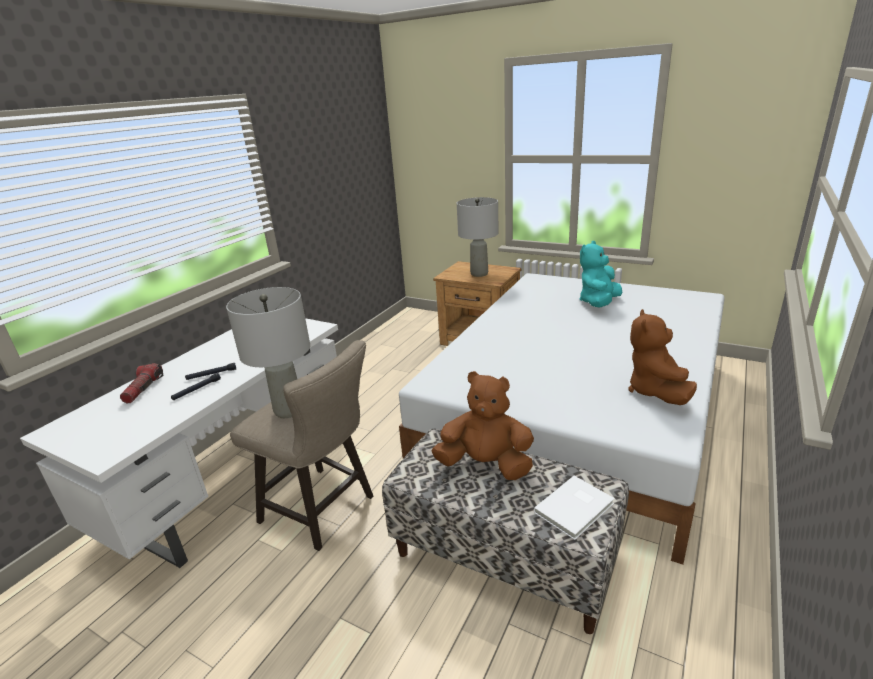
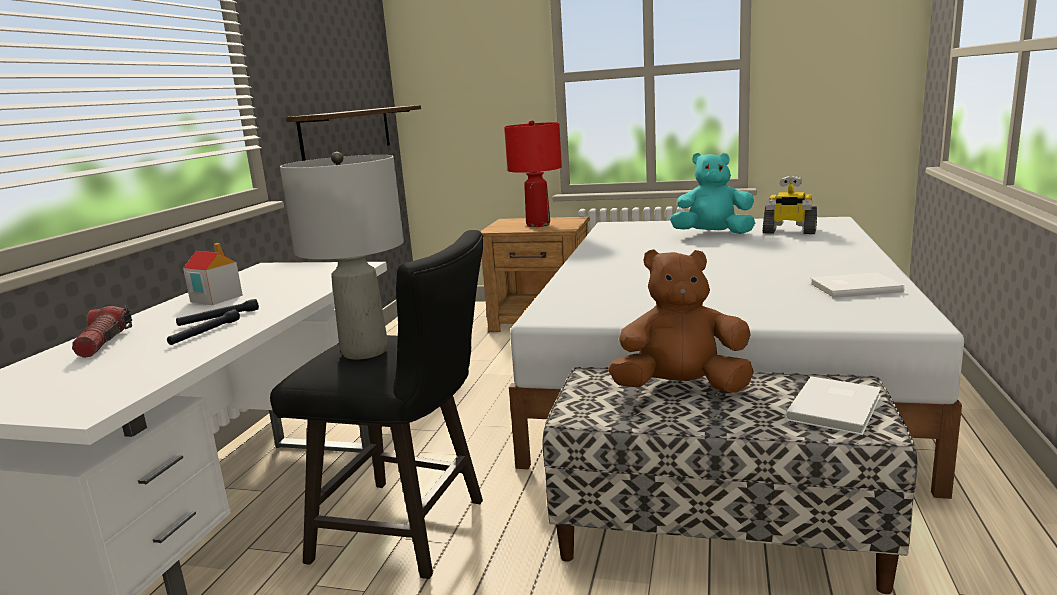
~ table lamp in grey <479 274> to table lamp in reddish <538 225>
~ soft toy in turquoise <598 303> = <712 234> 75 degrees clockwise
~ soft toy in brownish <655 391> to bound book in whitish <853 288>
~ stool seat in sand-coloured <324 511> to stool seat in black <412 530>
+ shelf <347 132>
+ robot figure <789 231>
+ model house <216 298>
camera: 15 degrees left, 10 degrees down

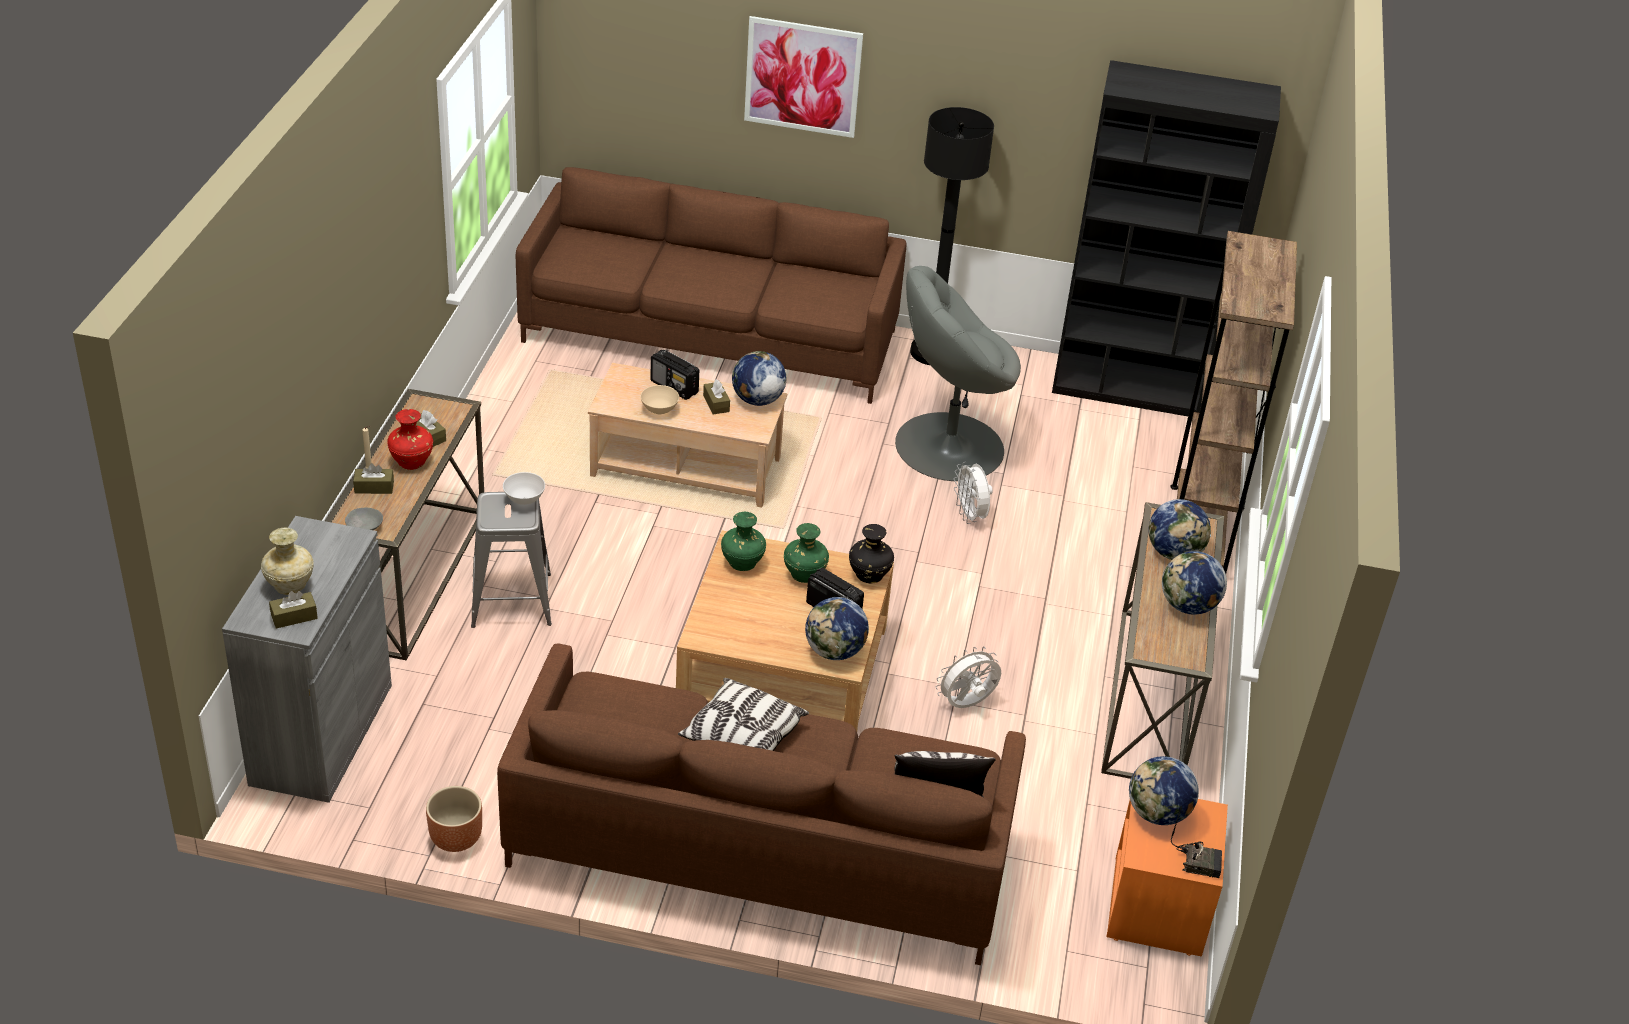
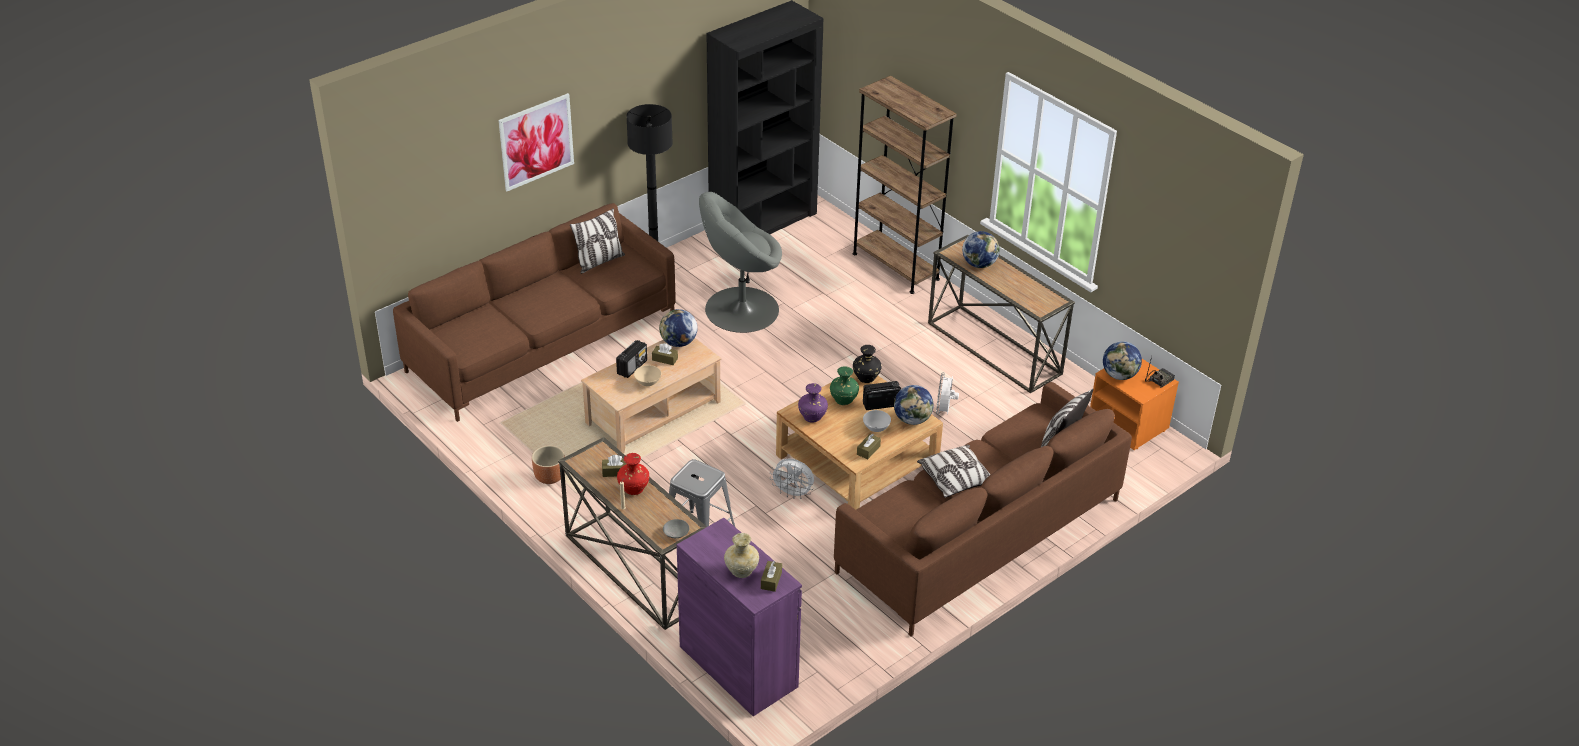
~ lounge chair in grey <947 446> = <740 309> 45 degrees clockwise
~ radio set <674 387> = <632 367> 45 degrees counterclockwise
~ fan in whitish <970 516> to <793 494>
~ tissue holder in brownish <374 487> to <868 450>
~ serving bowl in whitish <524 500> to <876 429>
~ flower vase in green <742 564> to flower vase in purple <813 417>
~ cupboard in grey <321 734> to cupboard in purple <738 666>
- globe <1188 606>
~ plant pot in brownish <455 838> to <549 477>
+ pillow <599 261>
camera: 50 degrees left, 0 degrees up

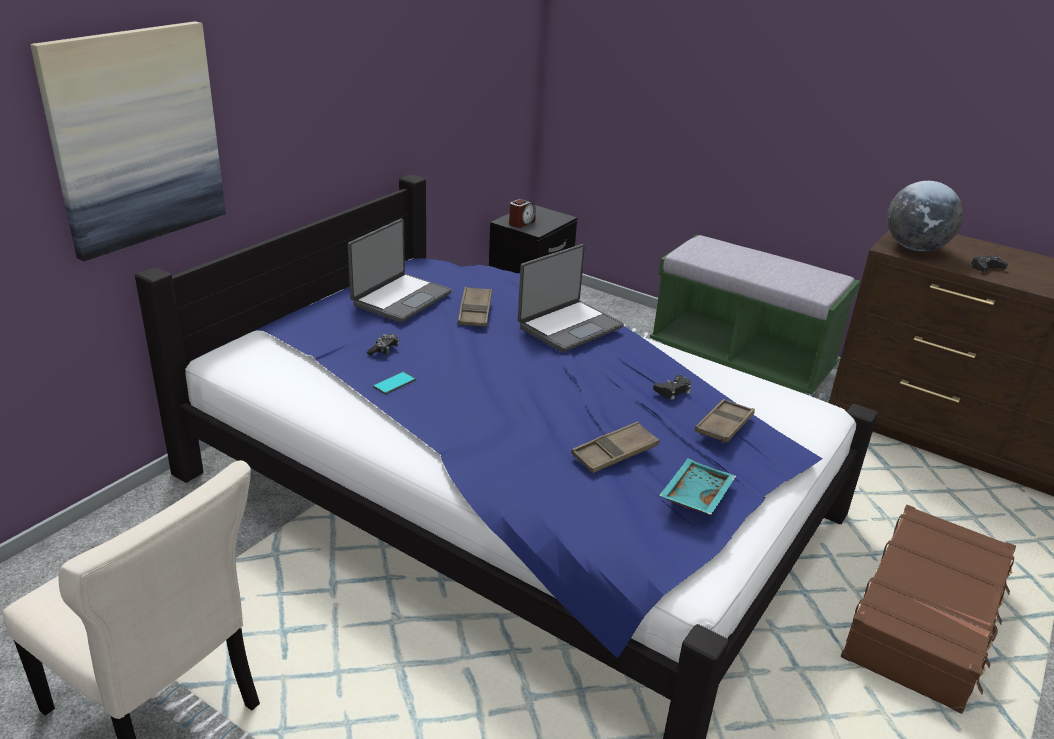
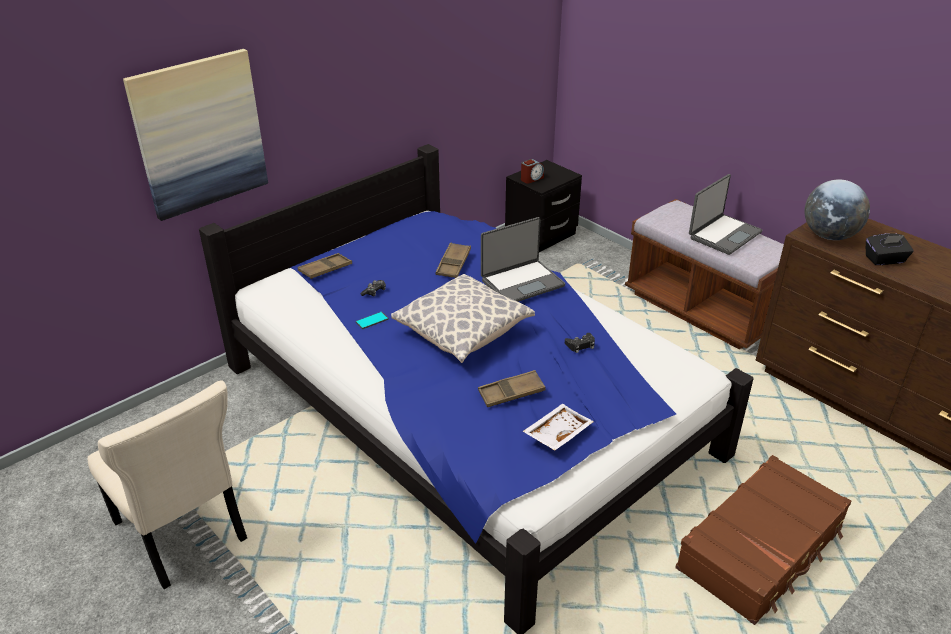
~ portable computer <400 298> to <723 235>
~ bench in green <741 359> to bench in brownish <701 310>
~ gamepad in black <986 268> to tissue holder in black <885 260>
~ carrying tray in brownish <724 426> to <325 269>
~ carrying tray in turquoise <694 495> to carrying tray in whitish <556 433>
+ pillow <463 333>
camera: 15 degrees right, 5 degrees up

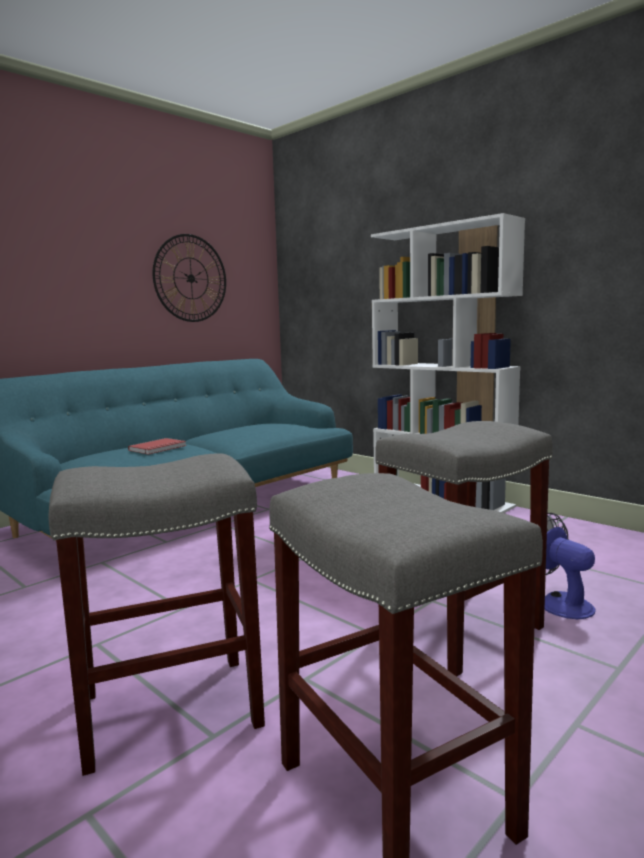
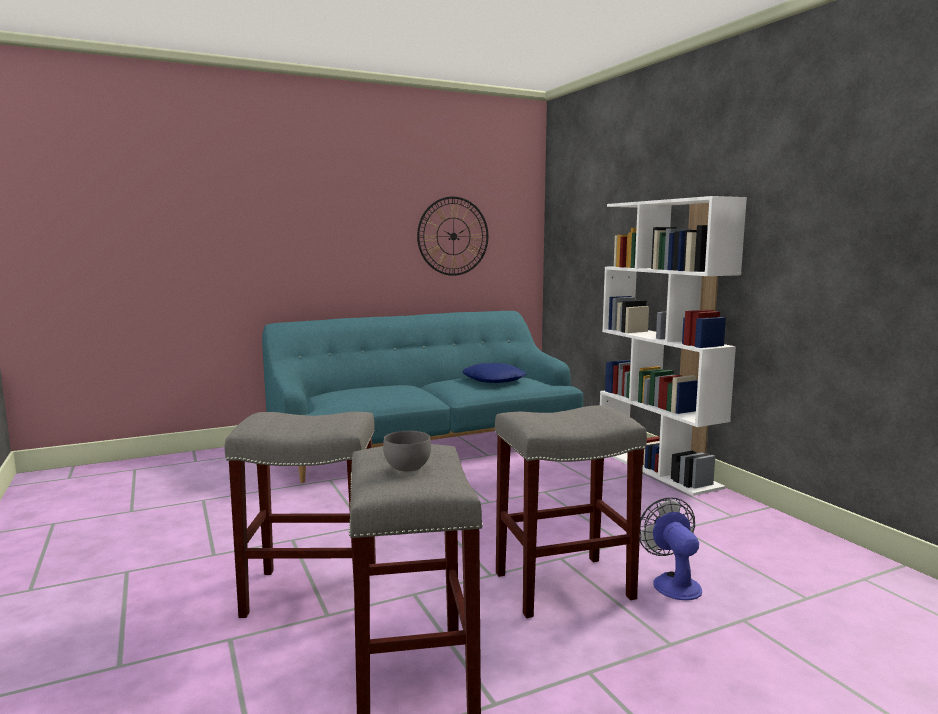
- bound book in reddish <159 448>
+ pillow in blue <494 380>
+ serving bowl in grey <409 468>
camera: 20 degrees right, 0 degrees up

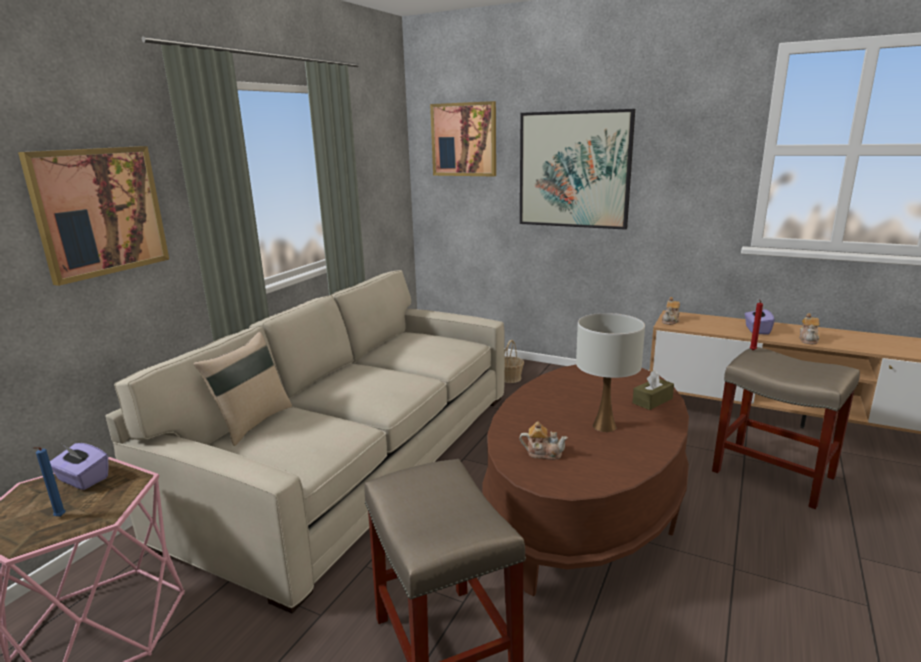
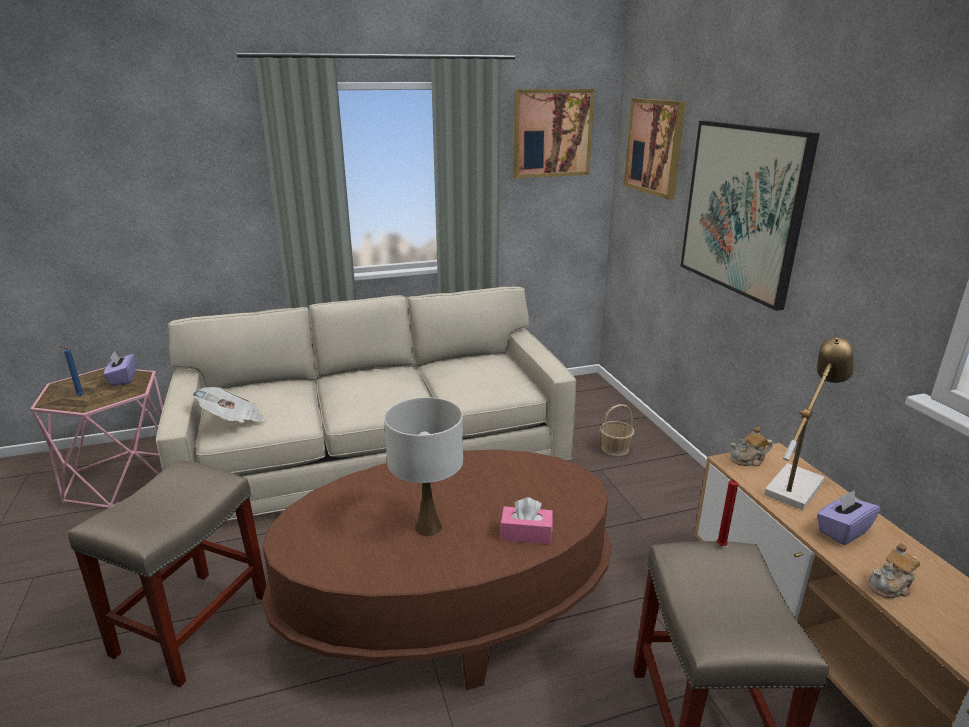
~ wall art <99 211> to <552 133>
- pillow in sand-coloured <252 422>
~ tissue holder in brownish <652 401> to tissue holder in pink-coloured <526 533>
- tea pot <543 453>
+ table lamp <795 484>
+ daily paper <233 420>
camera: 45 degrees right, 5 degrees up

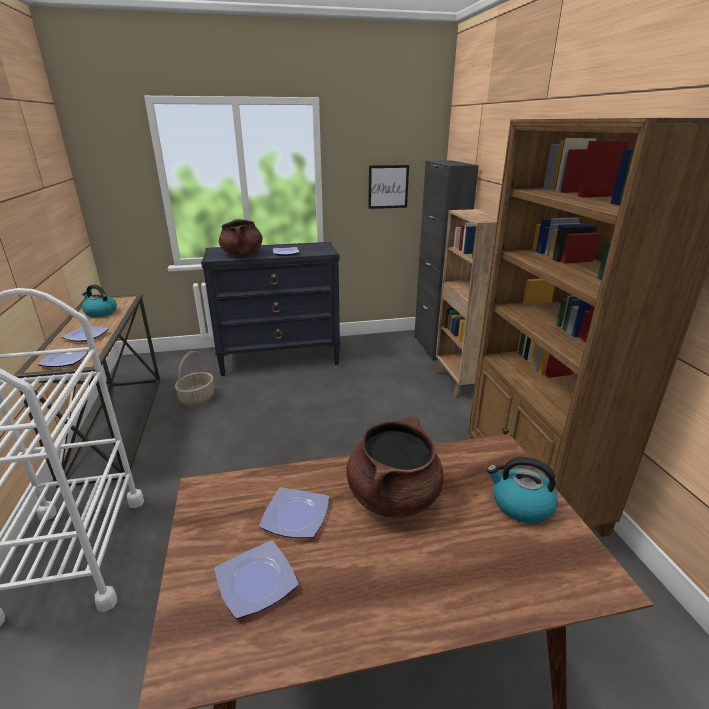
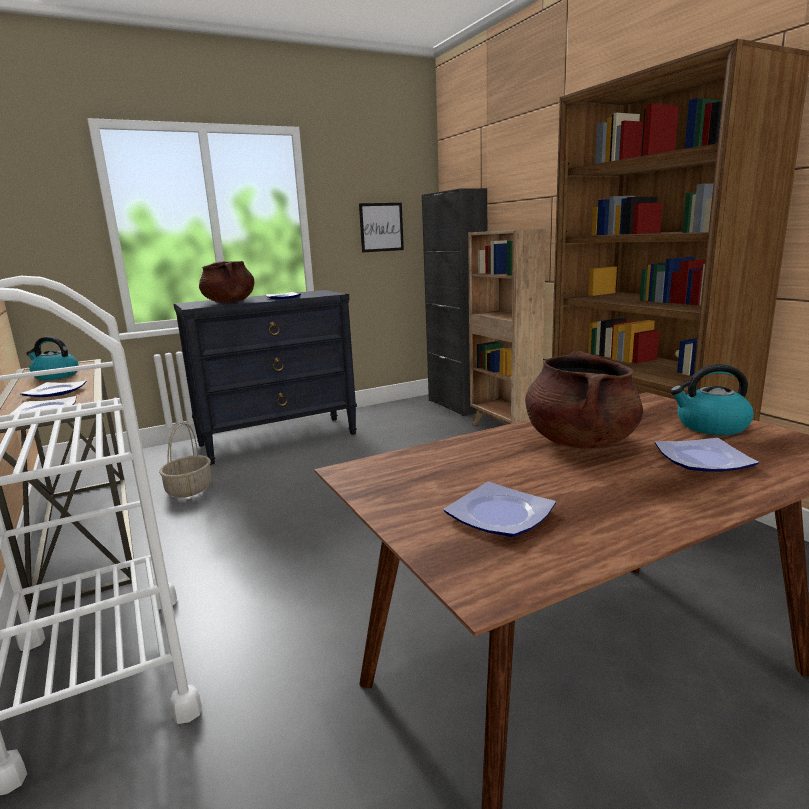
~ flat dish <295 515> to <700 459>
camera: 15 degrees left, 10 degrees down

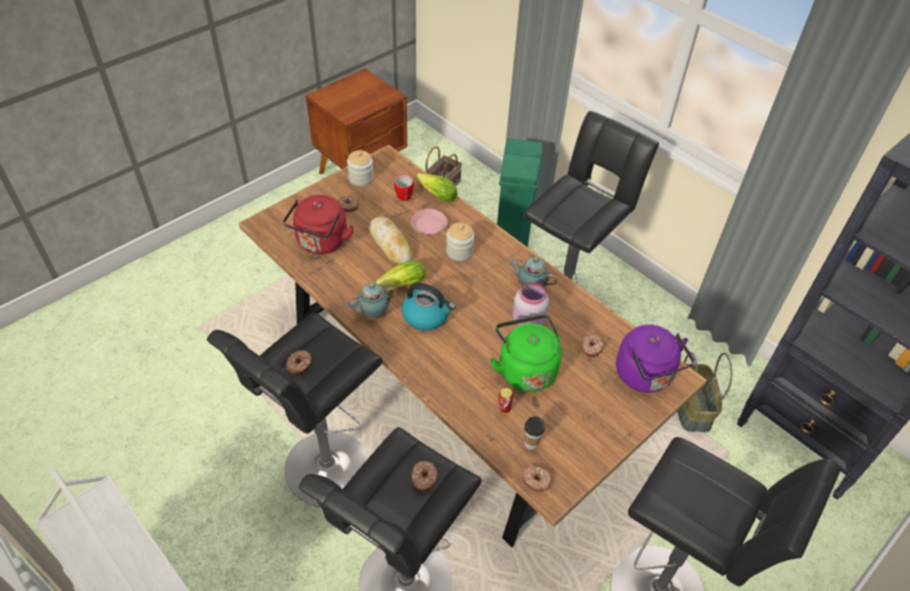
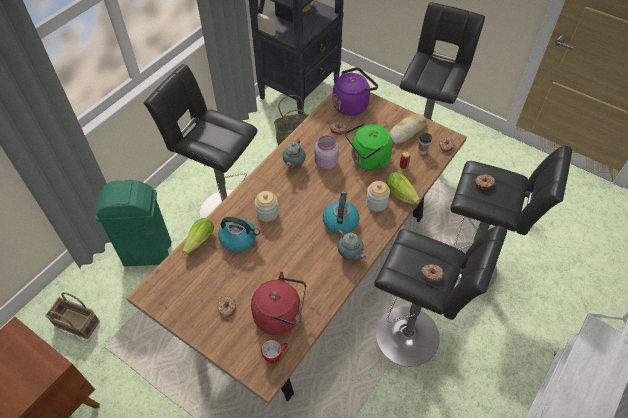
~ jar <361 178> to <376 203>
~ mug <404 198> to <275 355>
~ flat dish in pink-coloured <429 224> to tea kettle <239 239>
~ bread <390 244> to <407 131>
~ head of lettuce <399 285> to <402 195>
camera: 100 degrees left, 5 degrees up

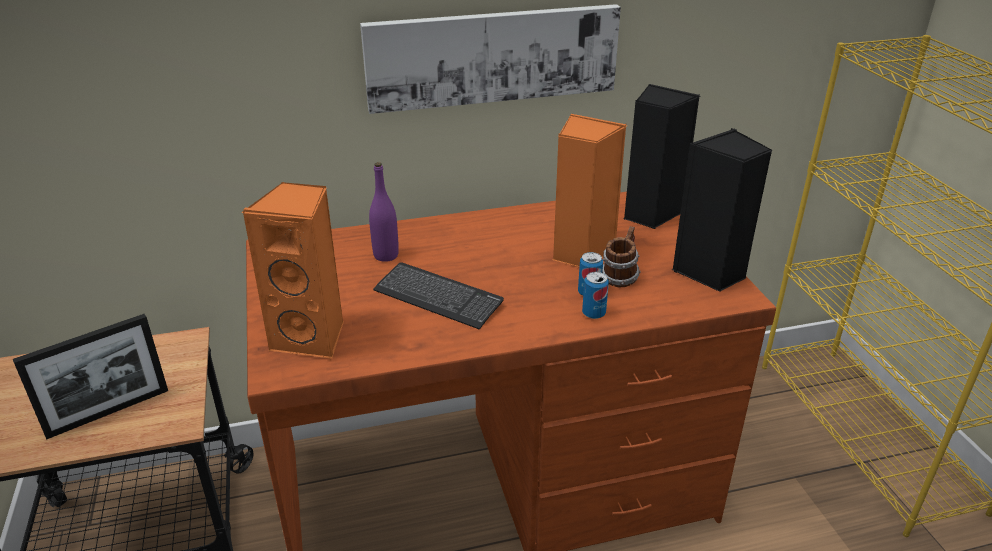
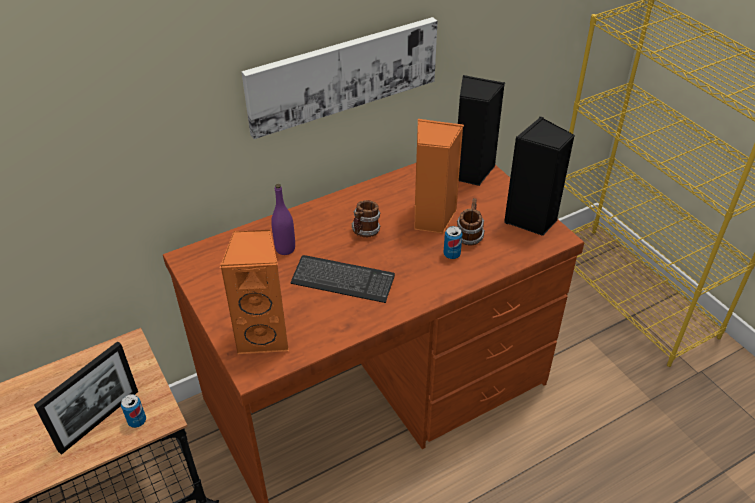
~ can <593 313> to <137 421>
+ mug <365 232>
camera: 15 degrees left, 10 degrees up

